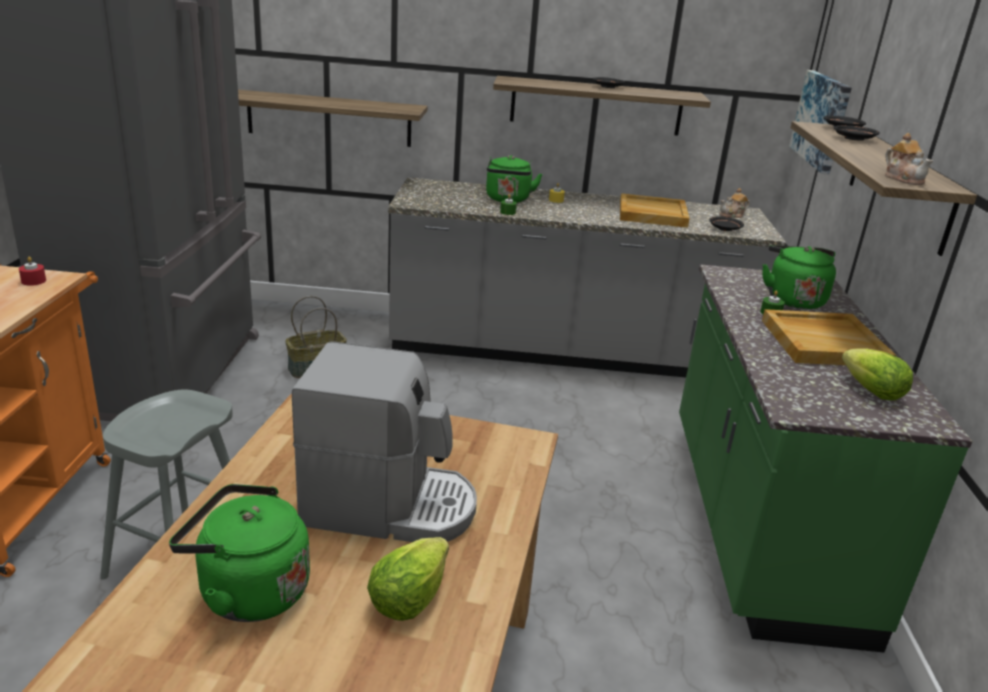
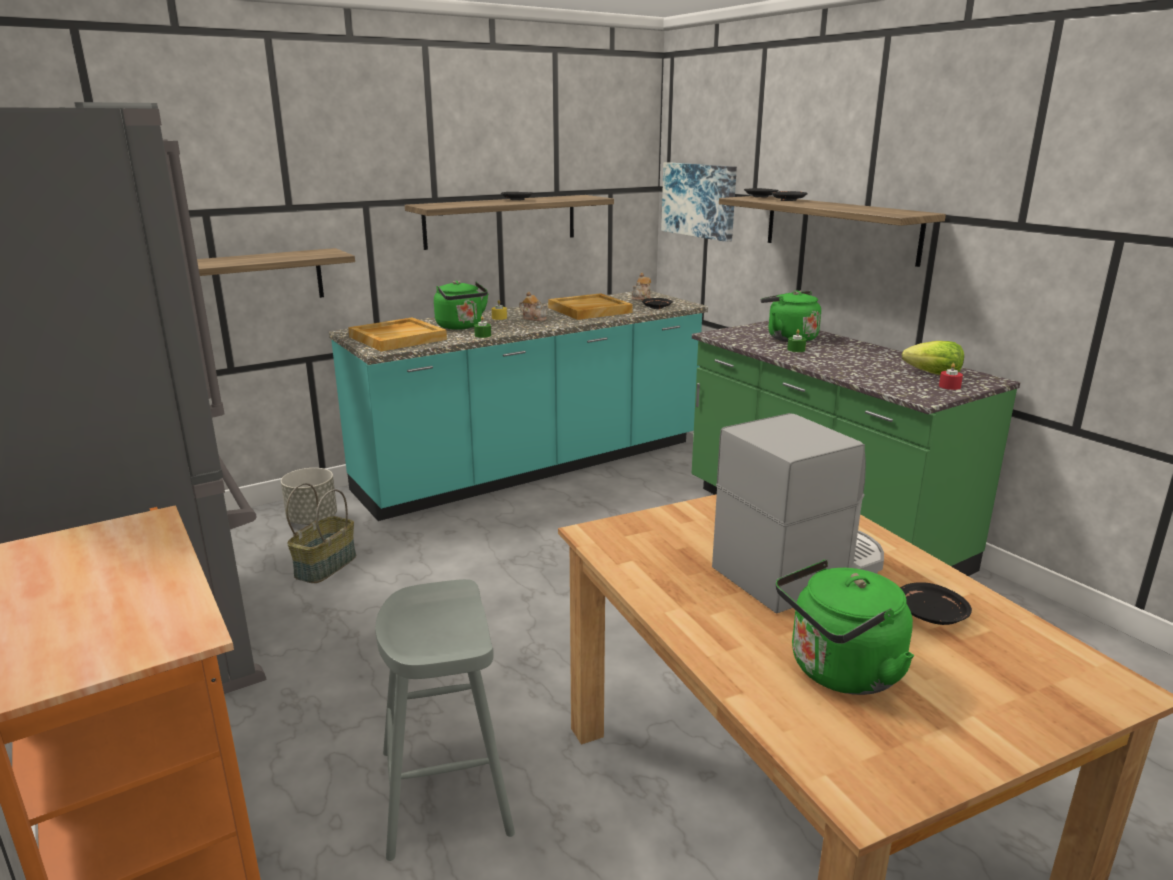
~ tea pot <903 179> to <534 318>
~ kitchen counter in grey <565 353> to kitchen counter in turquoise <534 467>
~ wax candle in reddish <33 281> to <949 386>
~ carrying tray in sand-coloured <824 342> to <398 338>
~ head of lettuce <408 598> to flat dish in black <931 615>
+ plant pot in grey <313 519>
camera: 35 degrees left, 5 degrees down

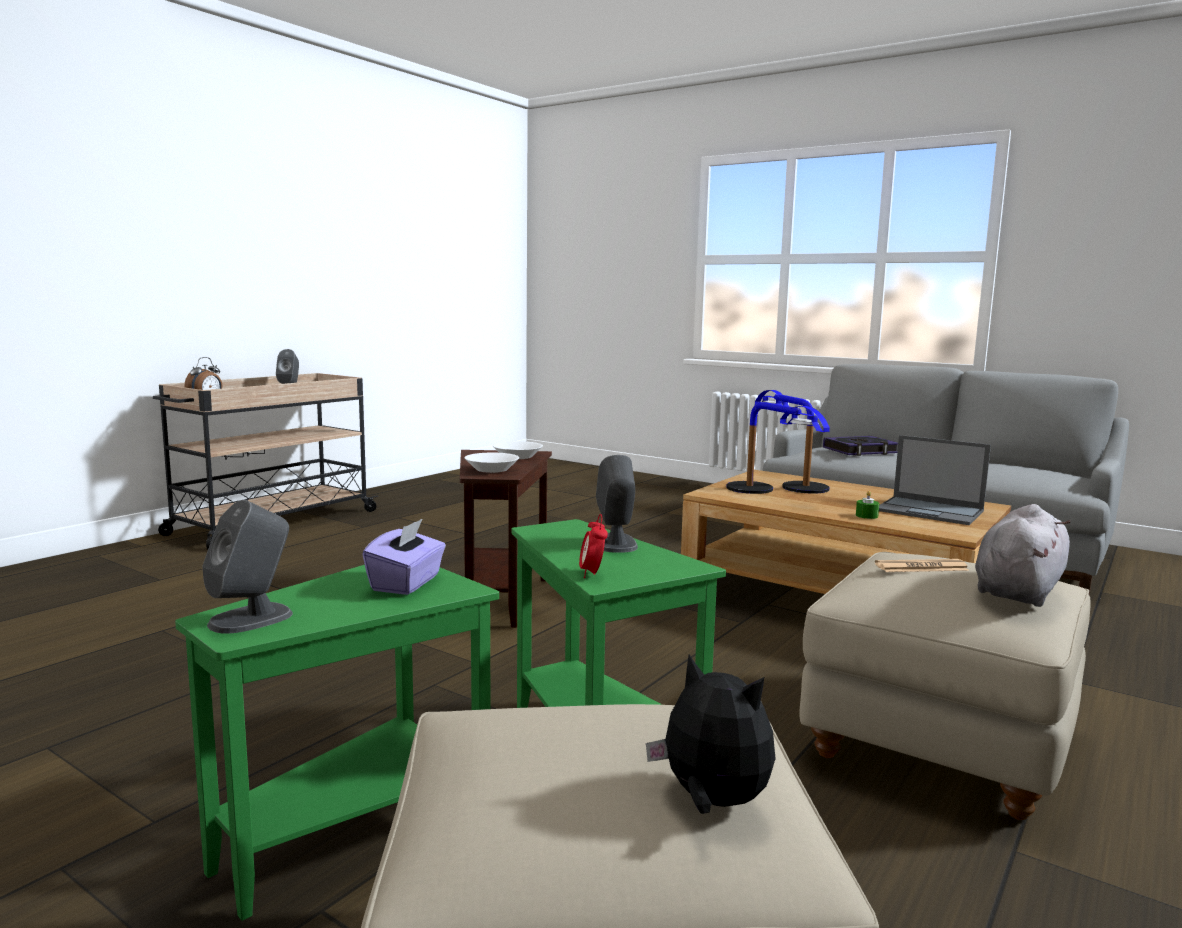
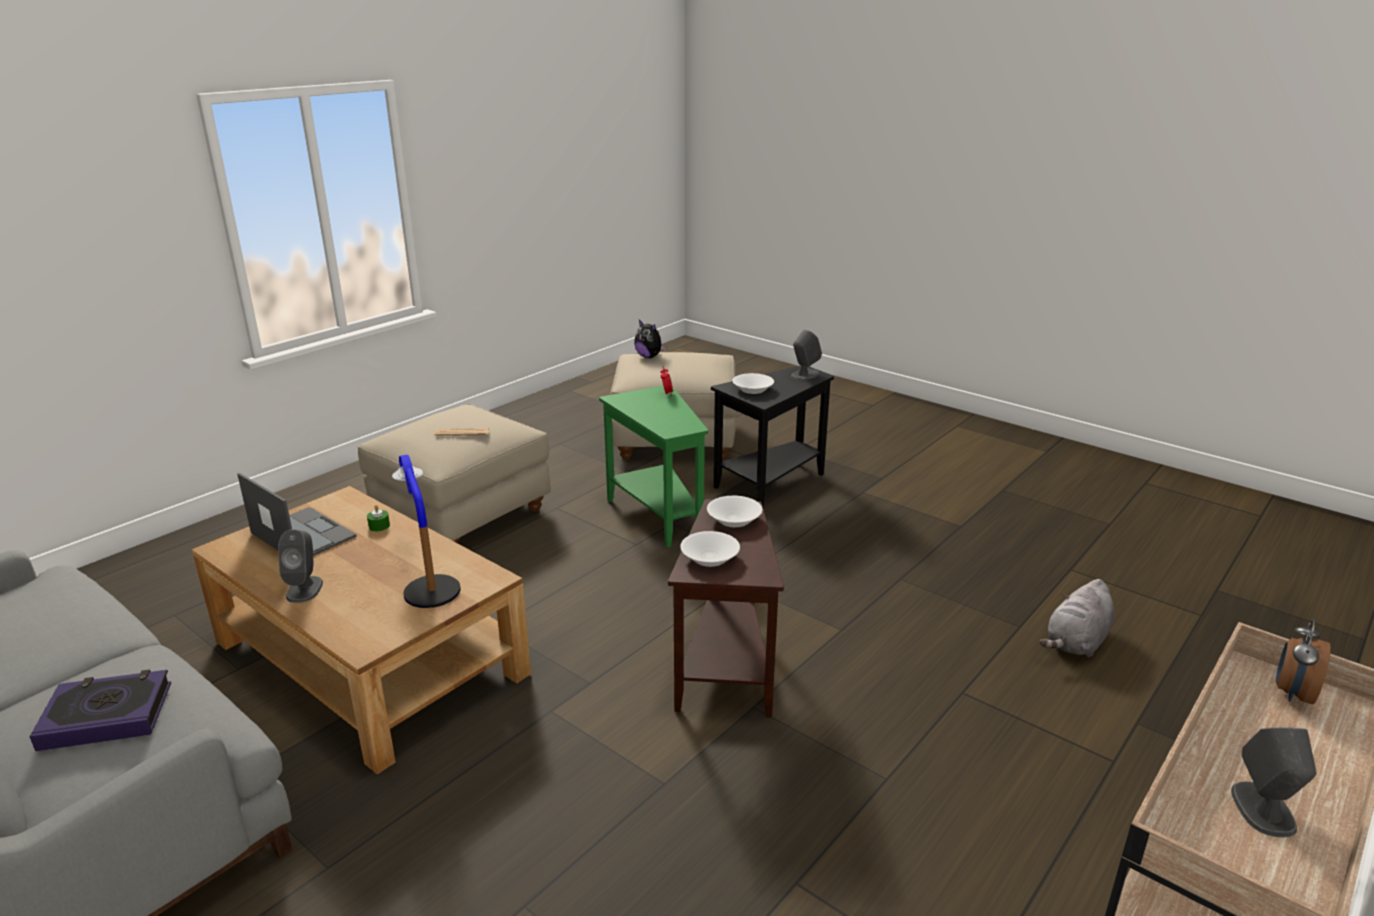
- table lamp <791 483>
~ audio speaker in grey <615 544> to <304 589>
~ soft toy in grey <1018 591> to <1076 642>
~ tissue holder in purple <407 583> to serving bowl in whitish <753 390>
~ accent table in green <359 833> to accent table in black <770 485>
camera: 175 degrees left, 15 degrees up

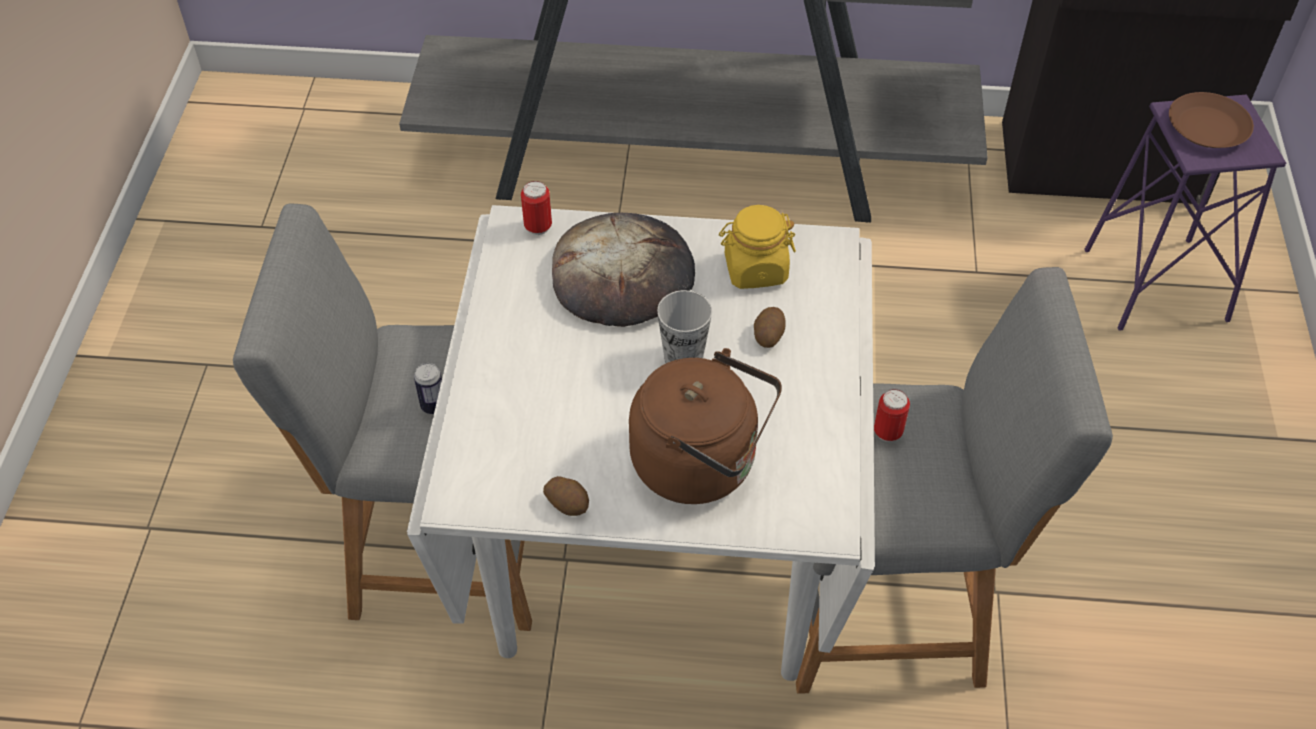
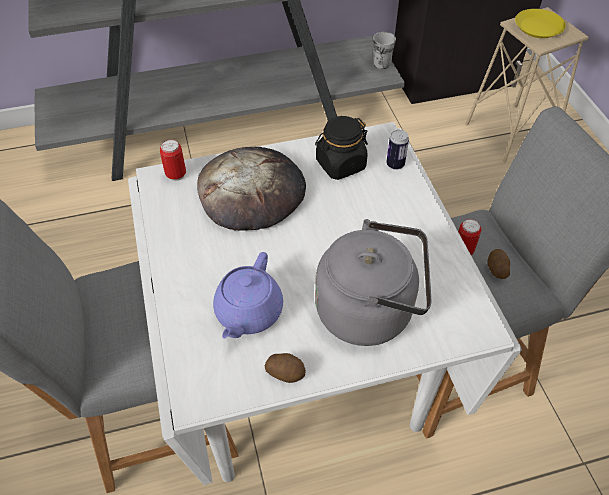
~ flat dish in brownish <1207 127> to flat dish in yellowish <538 28>
~ stool seat in purple <1155 285> to stool seat in sand-coloured <510 133>
~ jar in yellowish <755 269> to jar in black <340 164>
~ drinking cup <683 357> to <381 64>
~ whole potato <768 335> to <496 269>
~ tea kettle in brownish <702 464> to tea kettle in grey <370 310>
~ can <433 406> to <395 164>
+ tea pot in purple <248 313>
camera: 20 degrees left, 0 degrees up

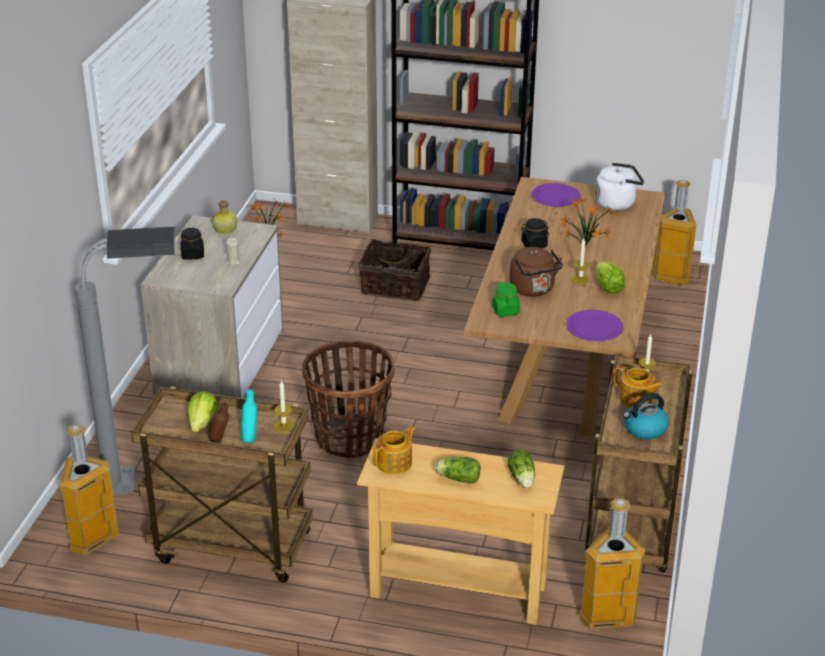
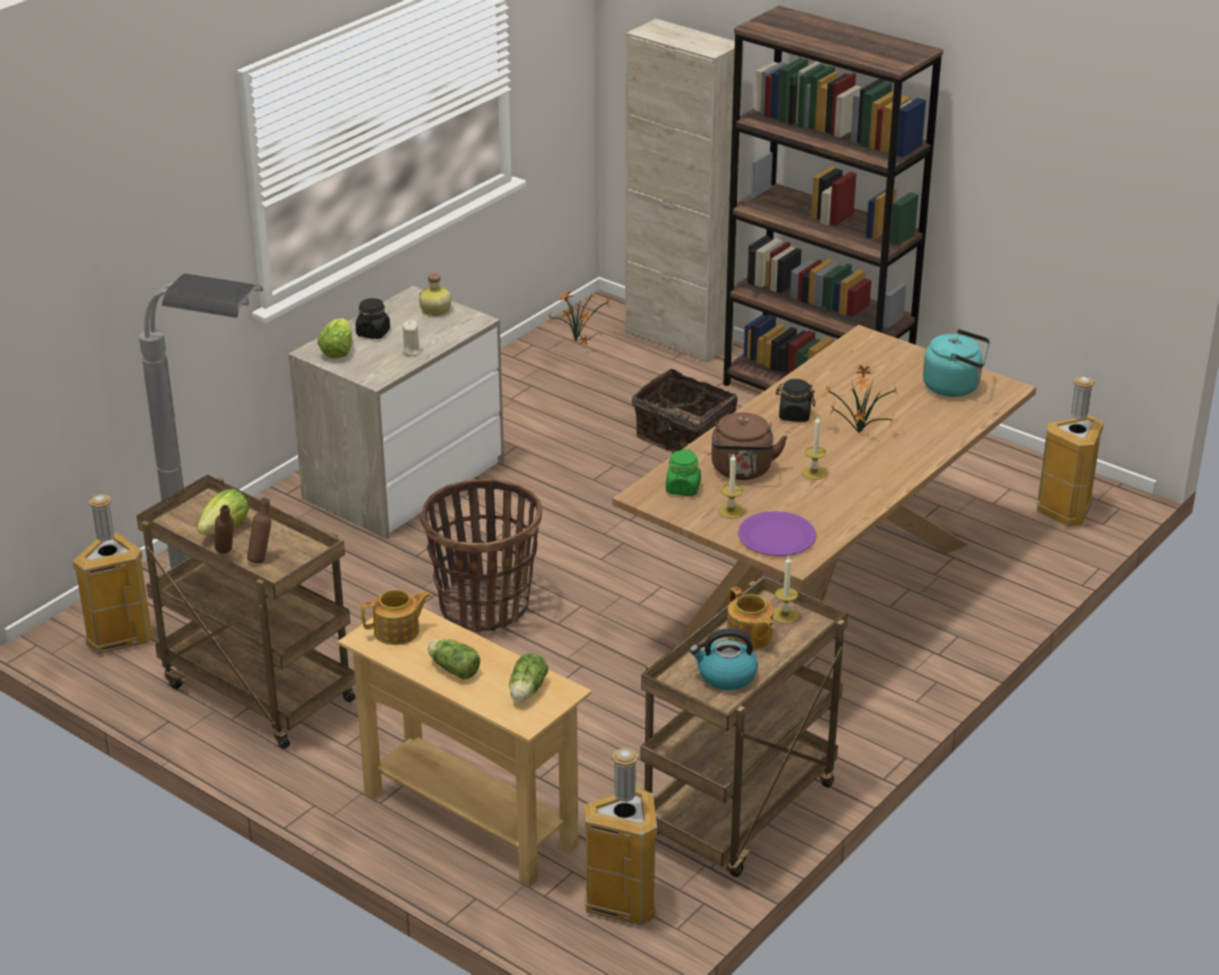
~ tea kettle in whitish <617 203> to tea kettle in turquoise <955 387>
- flat dish in purple <555 196>
~ head of lettuce <607 288> to <337 351>
~ wax candle <284 426> to <731 511>
~ bottle in turquoise <250 438> to bottle in brownish <262 558>
camera: 25 degrees right, 0 degrees up

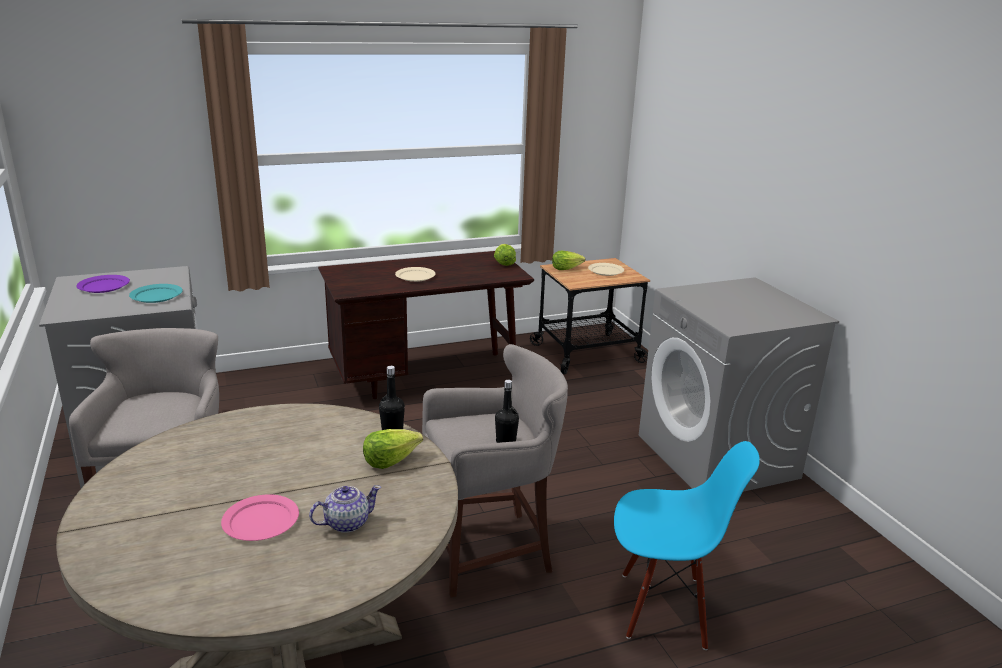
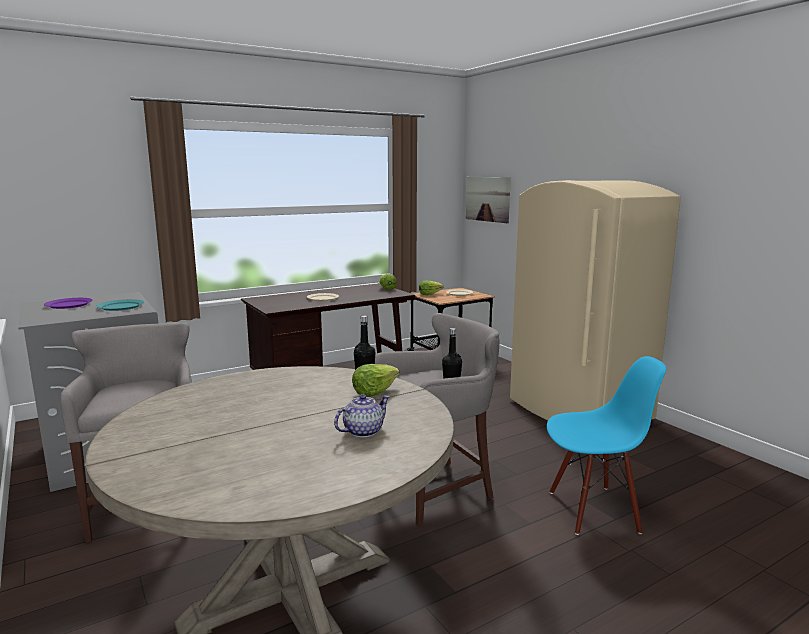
~ laundry appliance in grey <718 457> to fridge in sand-coloured <578 411>
- flat dish in pink-coloured <260 521>
+ wall art <487 199>
camera: 10 degrees left, 10 degrees down

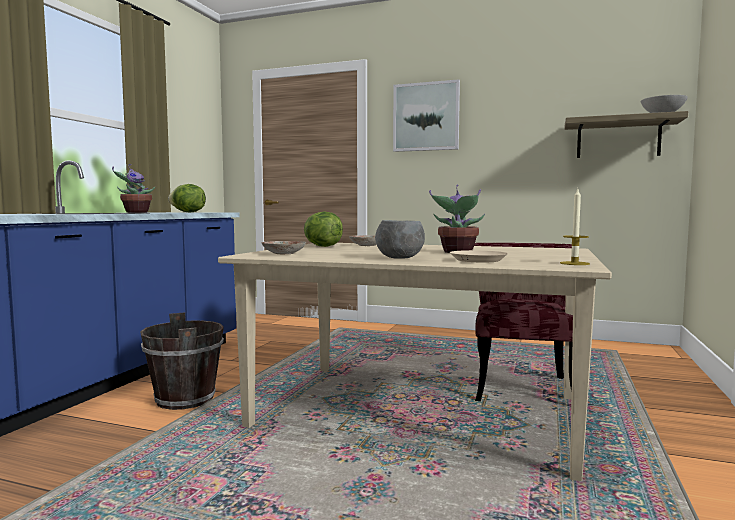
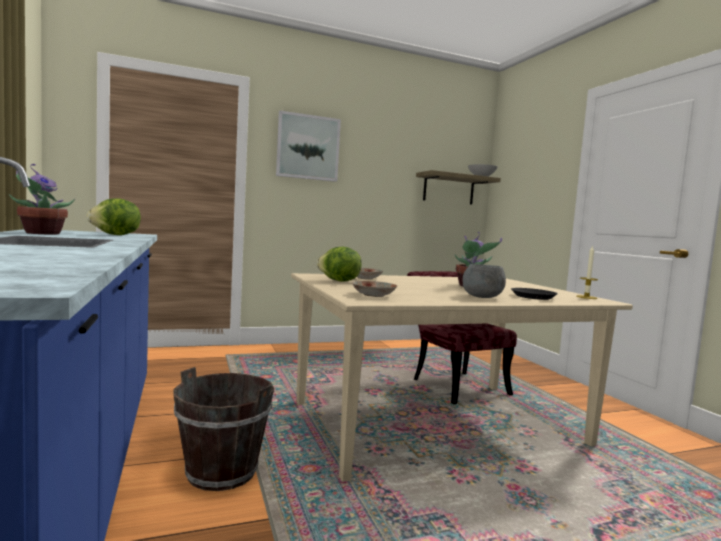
~ flat dish in sand-coloured <478 260> to flat dish in black <533 297>
camera: 40 degrees left, 0 degrees up

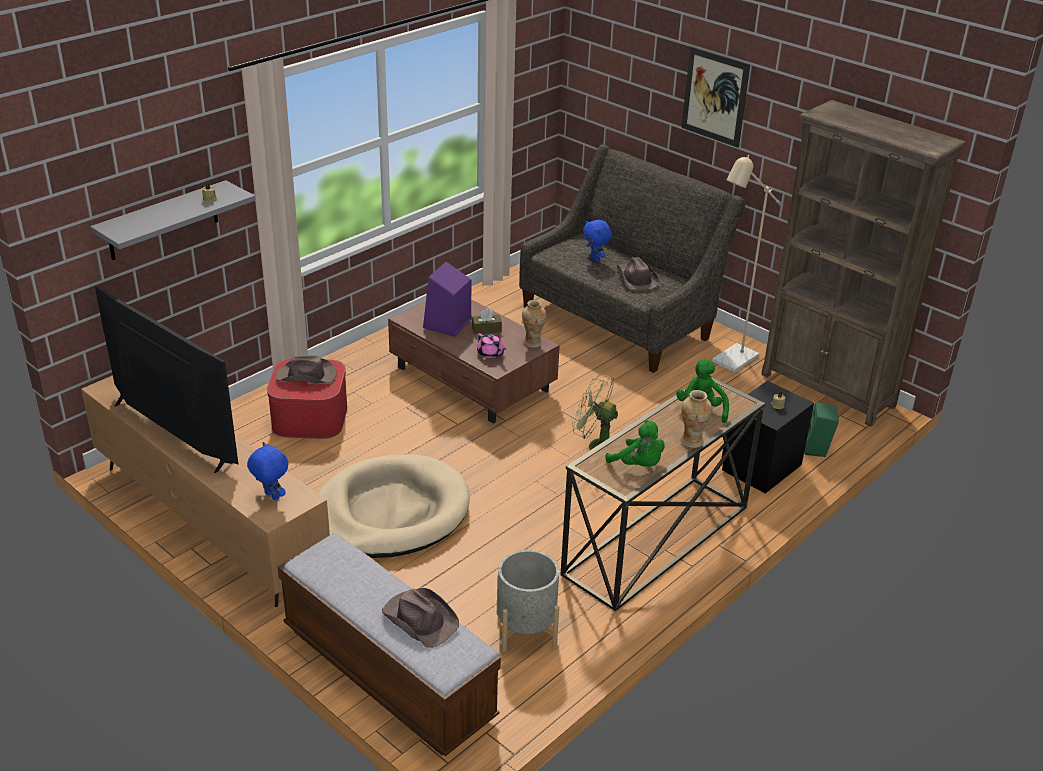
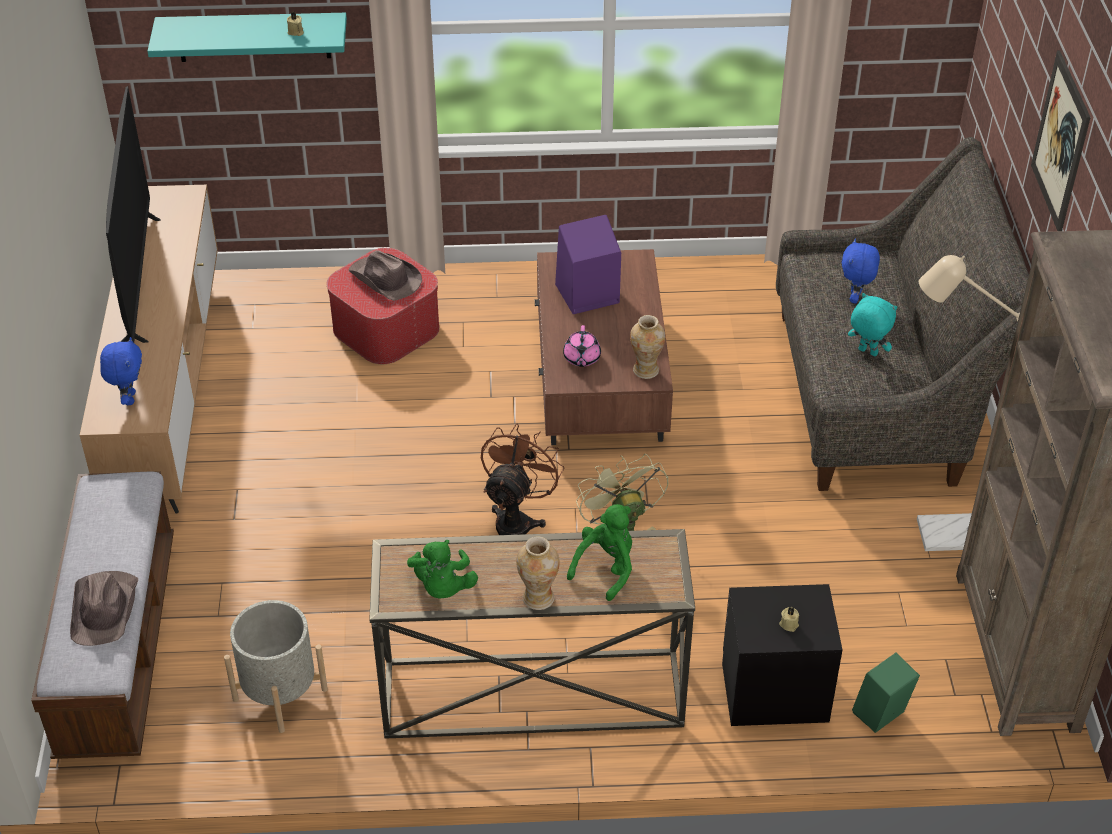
~ shelf in grey <163 221> to shelf in turquoise <253 37>
~ wearable hat in brownish <636 279> to soft toy in turquoise <867 352>
- tissue holder in brownish <486 329>
- dog cushion in sand-coloured <390 512>
+ fan in brownish <517 521>
camera: 45 degrees right, 10 degrees up

